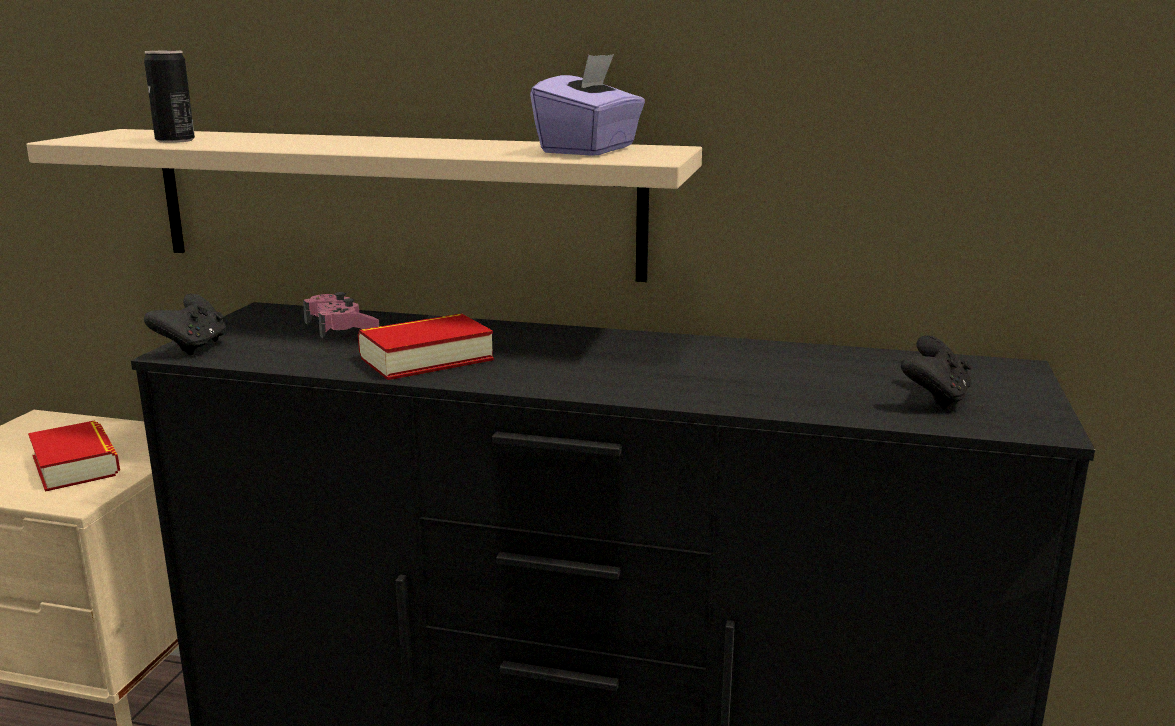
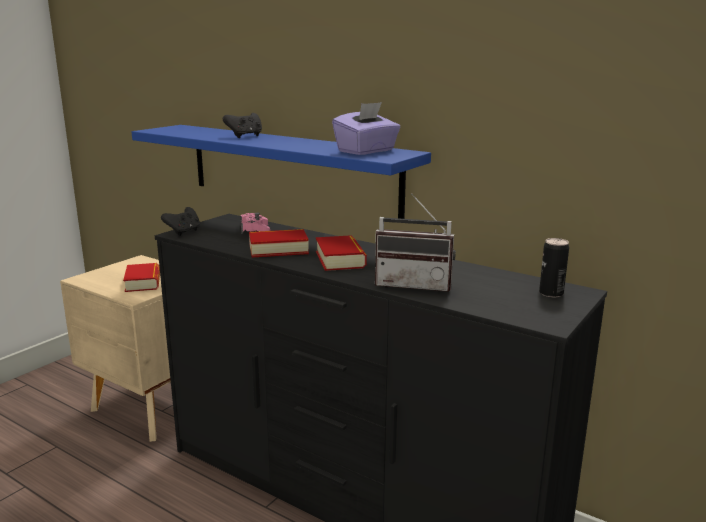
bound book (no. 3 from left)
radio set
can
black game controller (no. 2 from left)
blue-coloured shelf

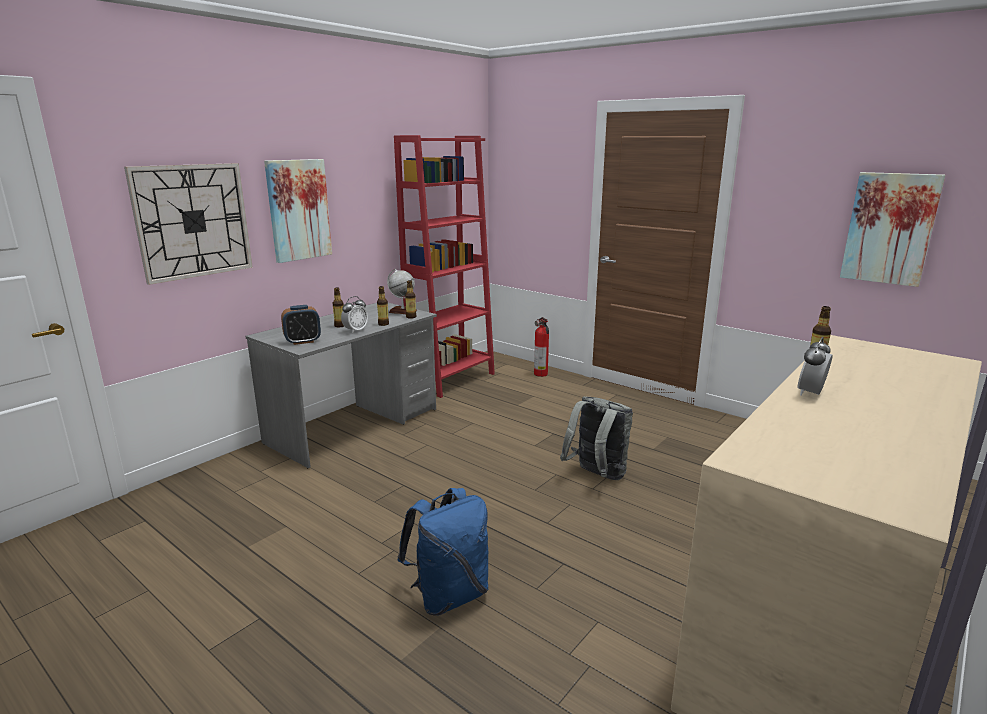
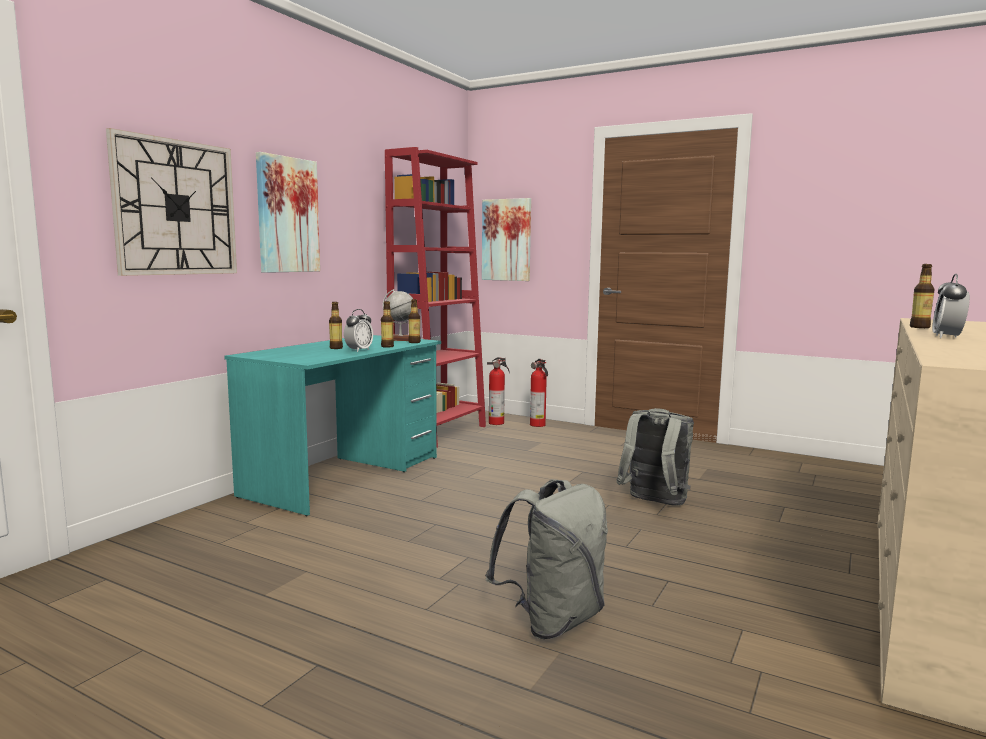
alarm clock (no. 1 from left in the first image)
fire extinguisher (no. 1 from left)
picture (no. 2 from left)
turquoise-coloured desk unit
gray knapsack (no. 1 from left)

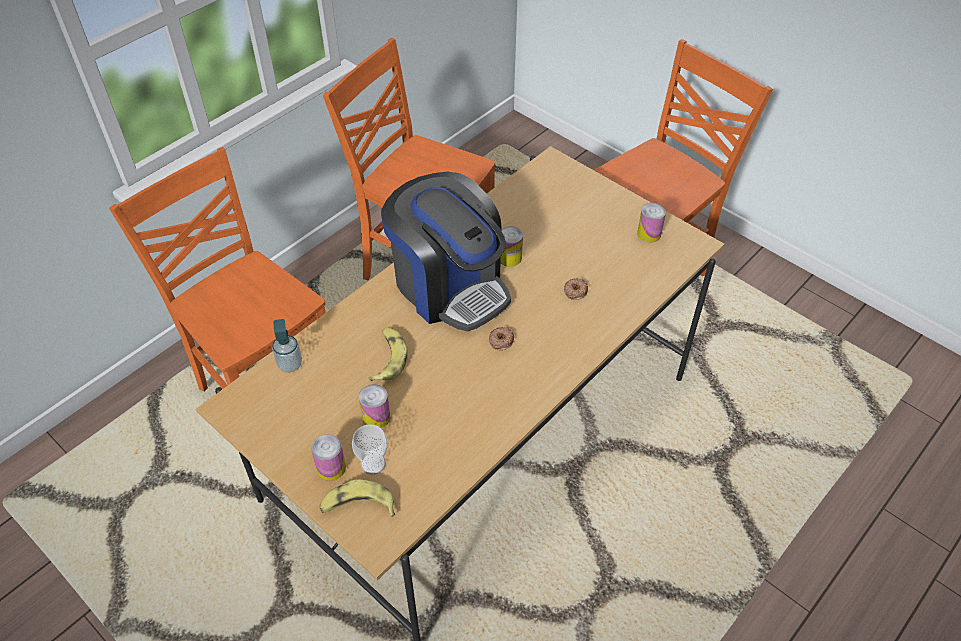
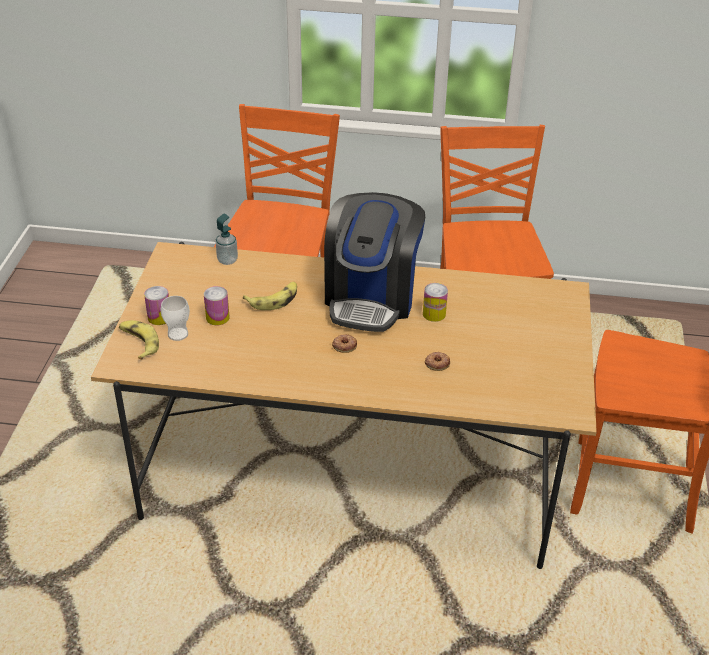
can (no. 4 from left in the first image)

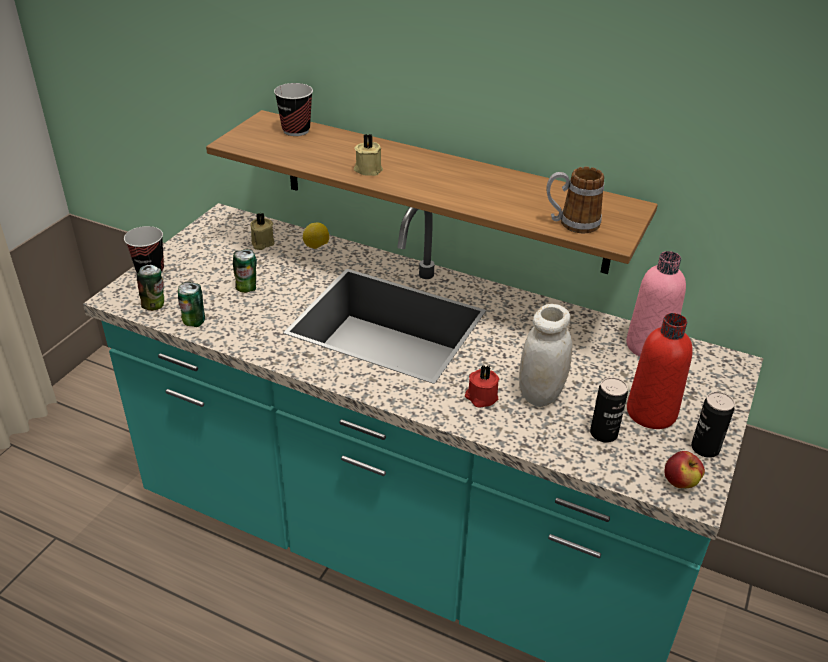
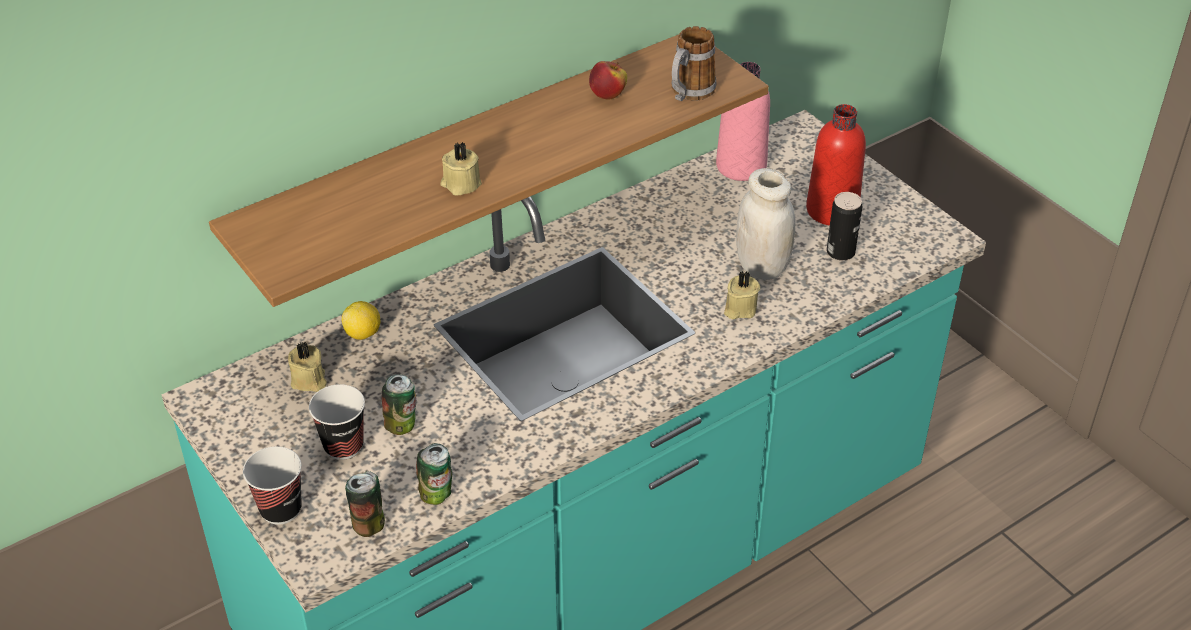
can (no. 5 from left in the first image)
drinking cup (no. 2 from left)
apple
beige-coloured candle (no. 3 from left)

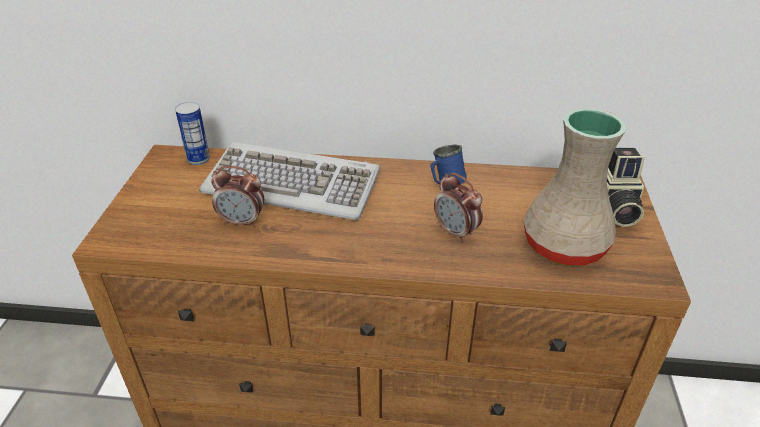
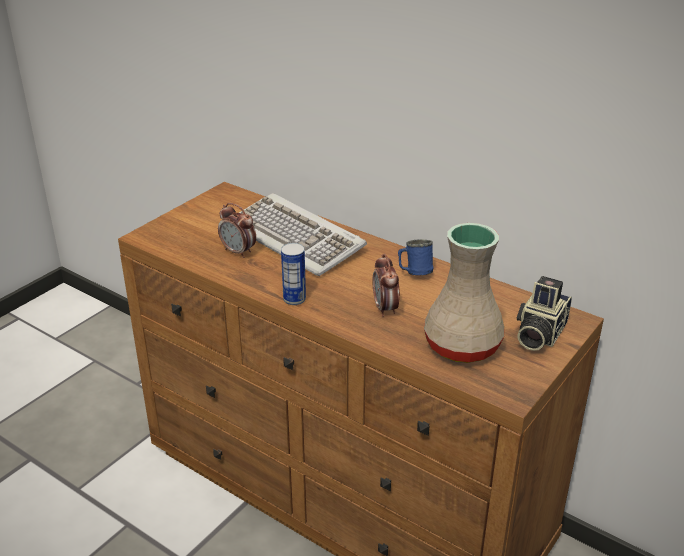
can

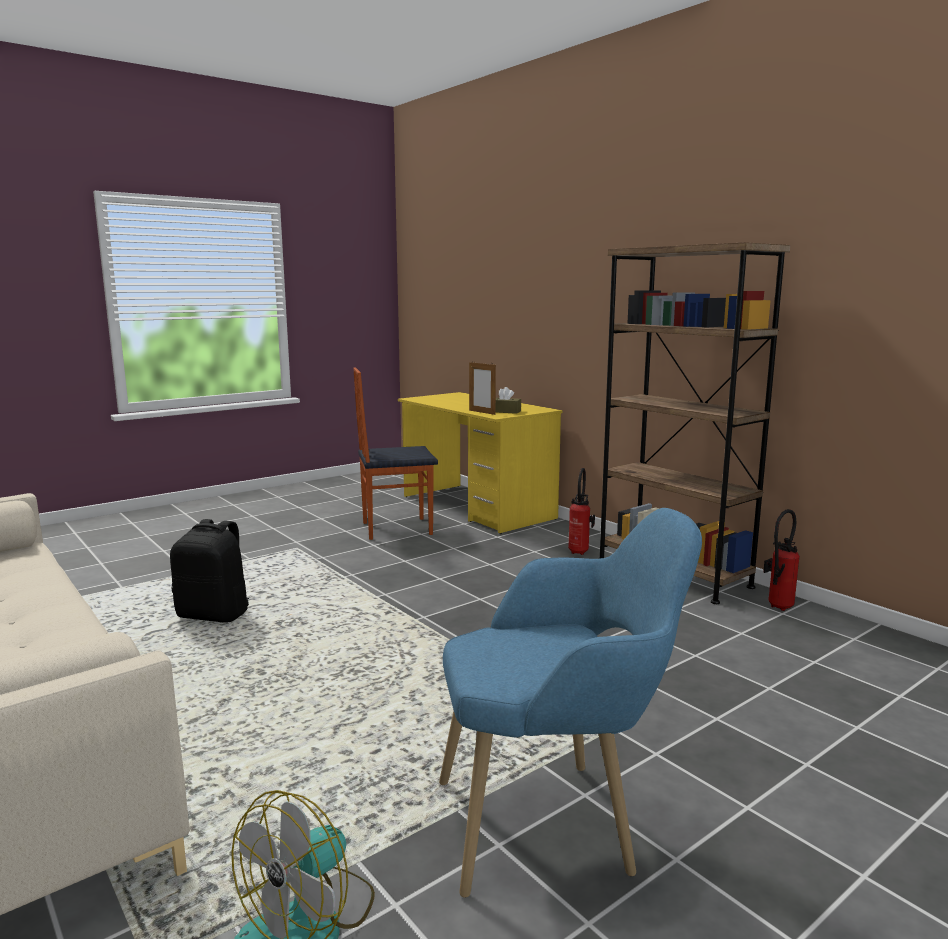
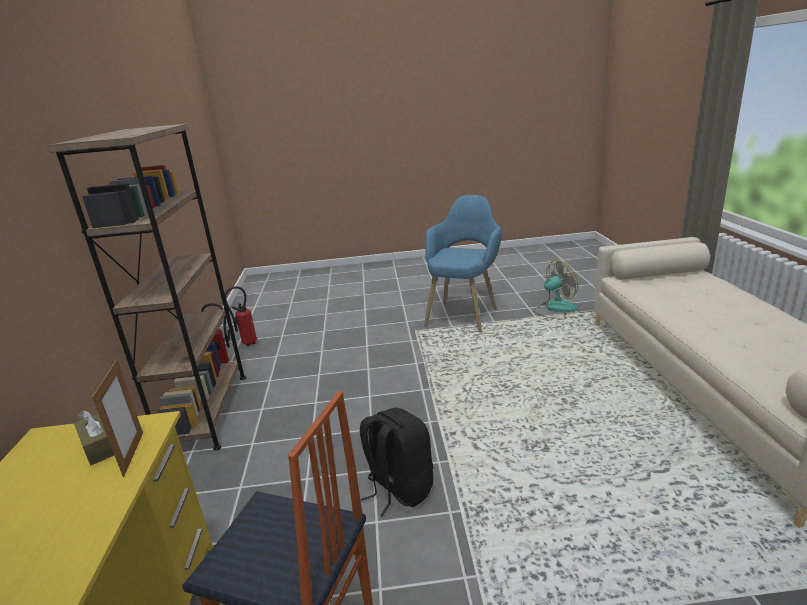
black knapsack
fire extinguisher (no. 2 from left)
blue-coloured armchair

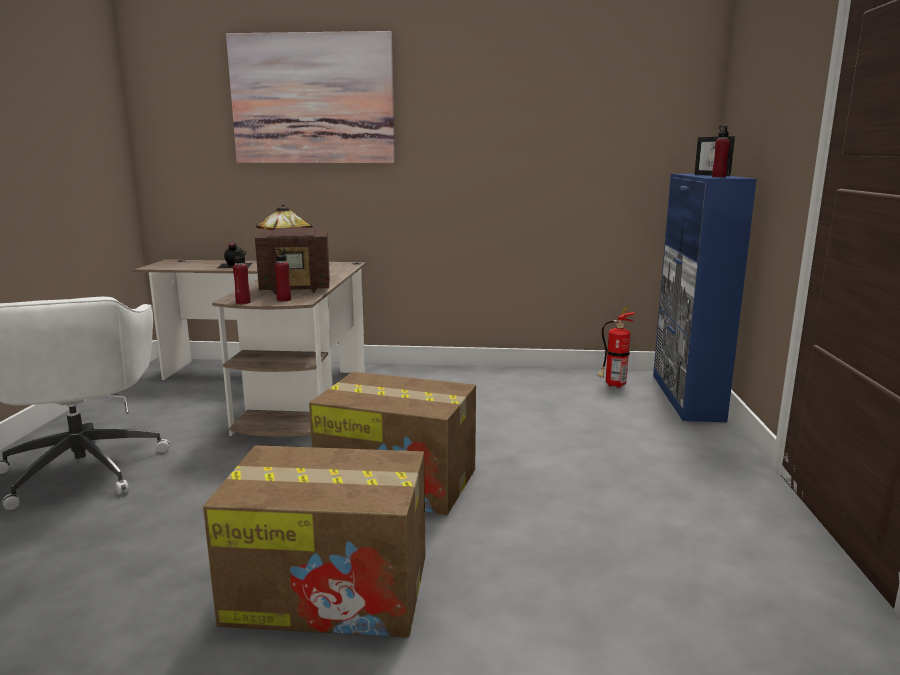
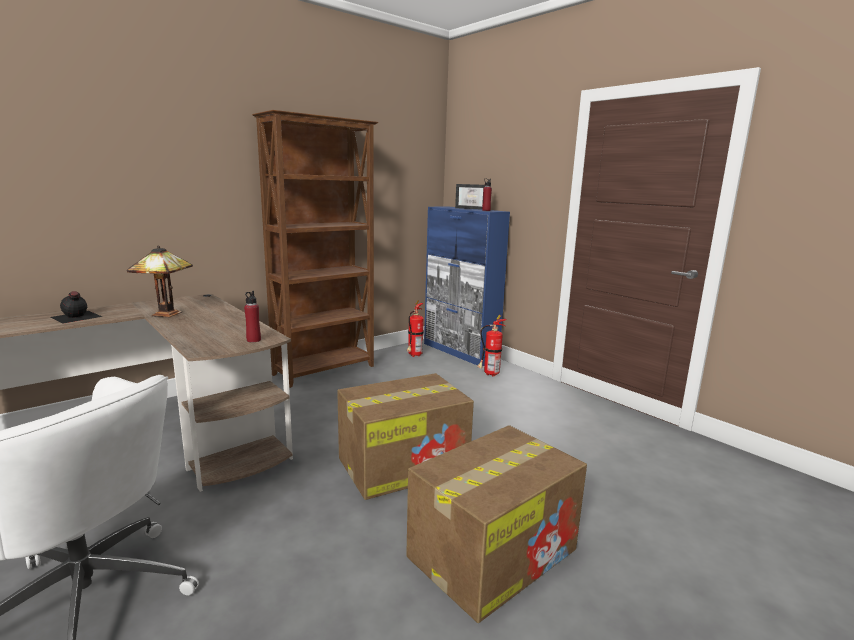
picture
red-coloured beverage bottle (no. 1 from left in the first image)
radio set
brown bookshelf
fire extinguisher (no. 2 from left)

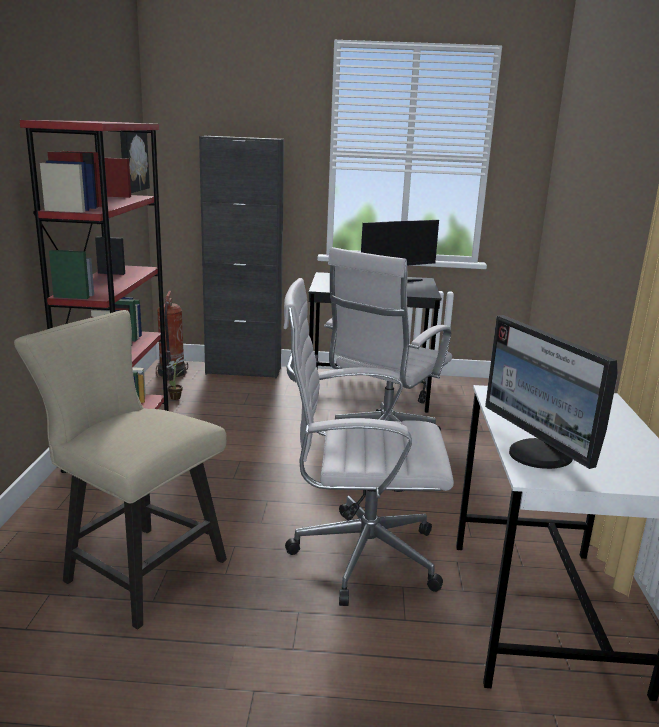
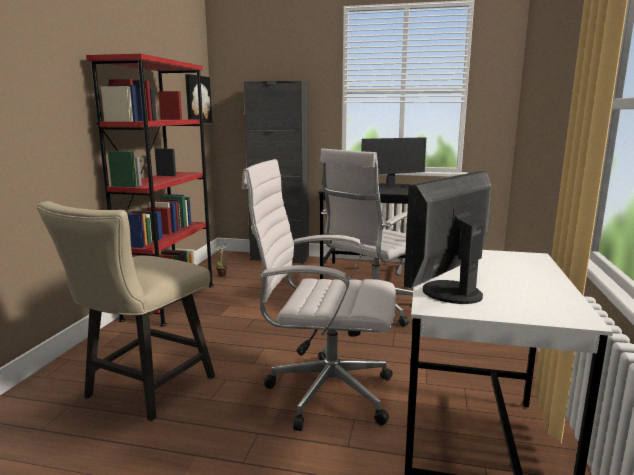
fire extinguisher
beige-coloured plain chair
computer display (no. 2 from left)

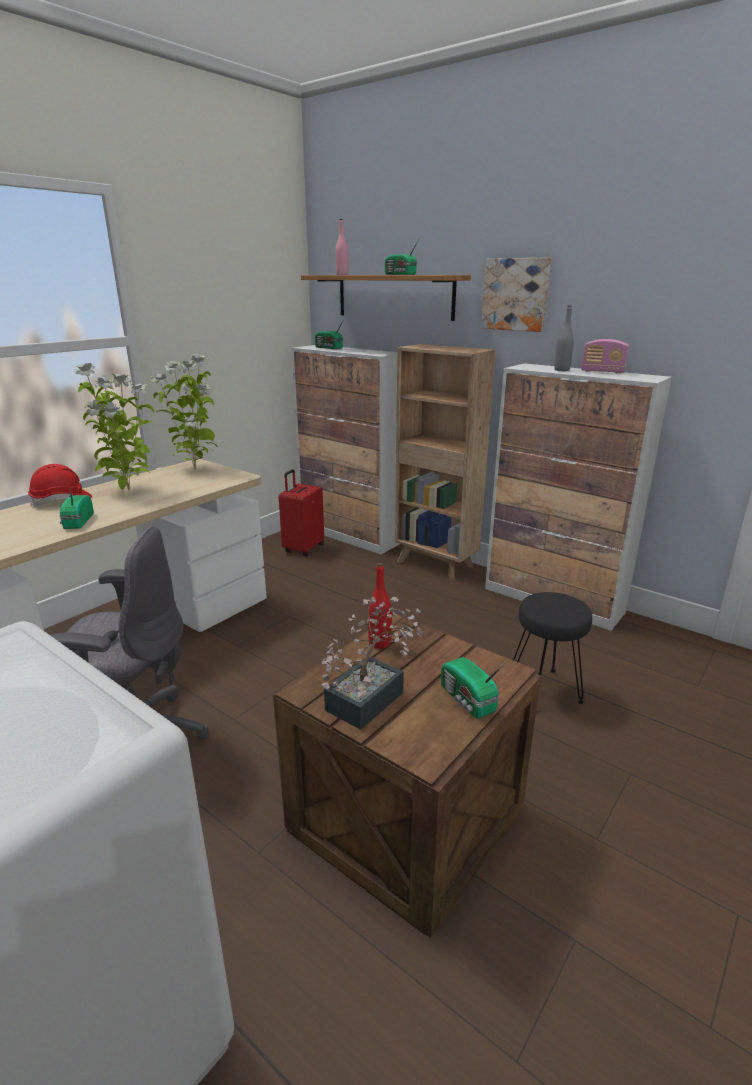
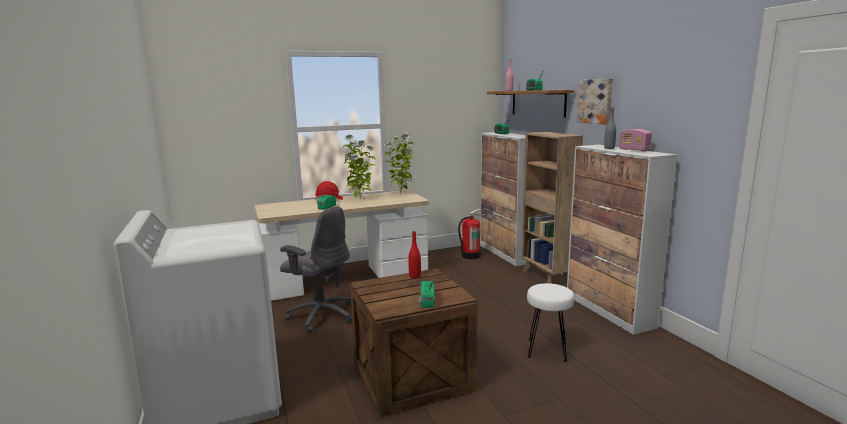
potted plant (no. 3 from left in the first image)
fire extinguisher
whitish stool seat

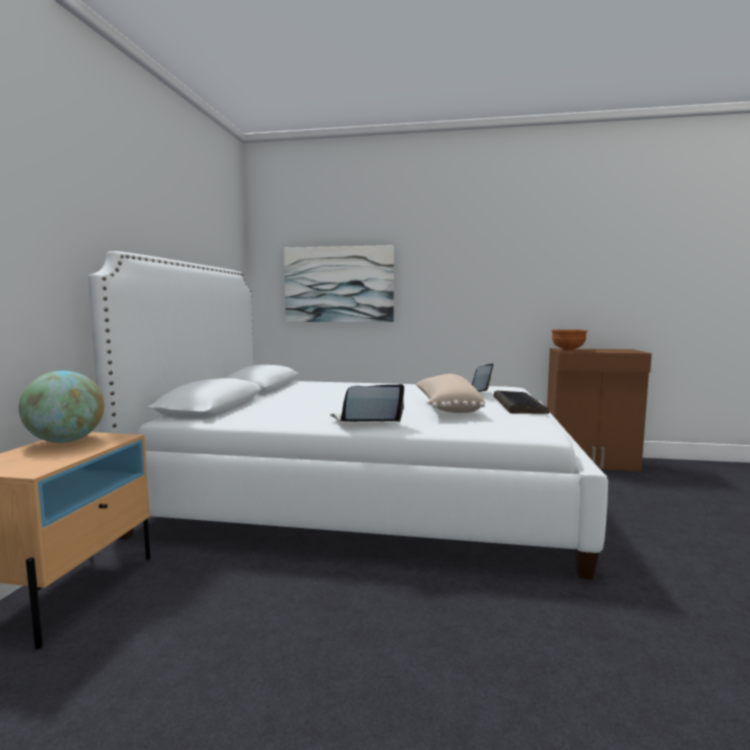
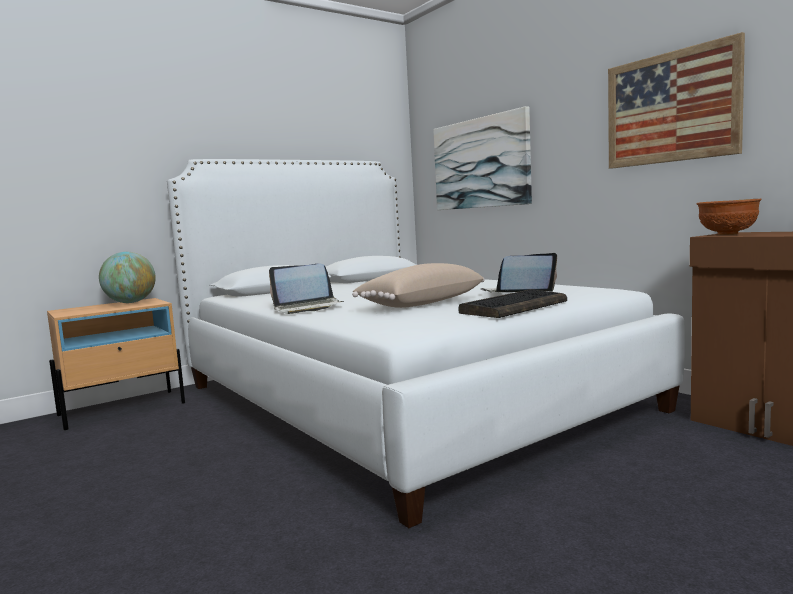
picture (no. 2 from left)
laptop (no. 1 from left)

